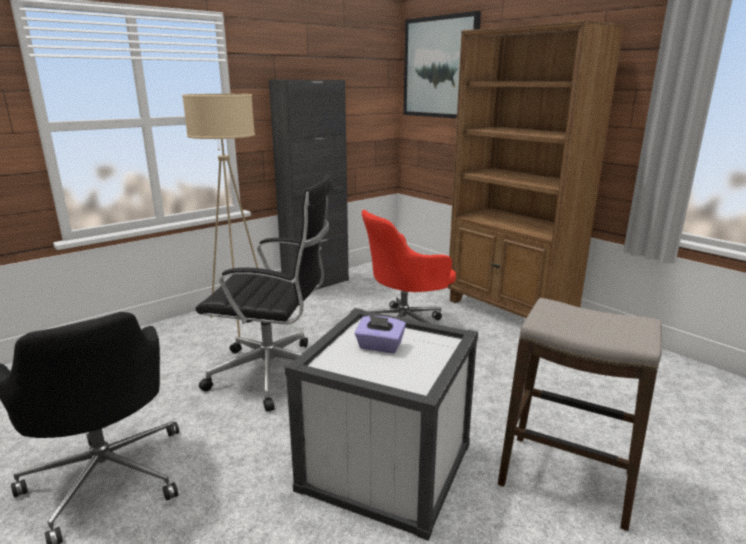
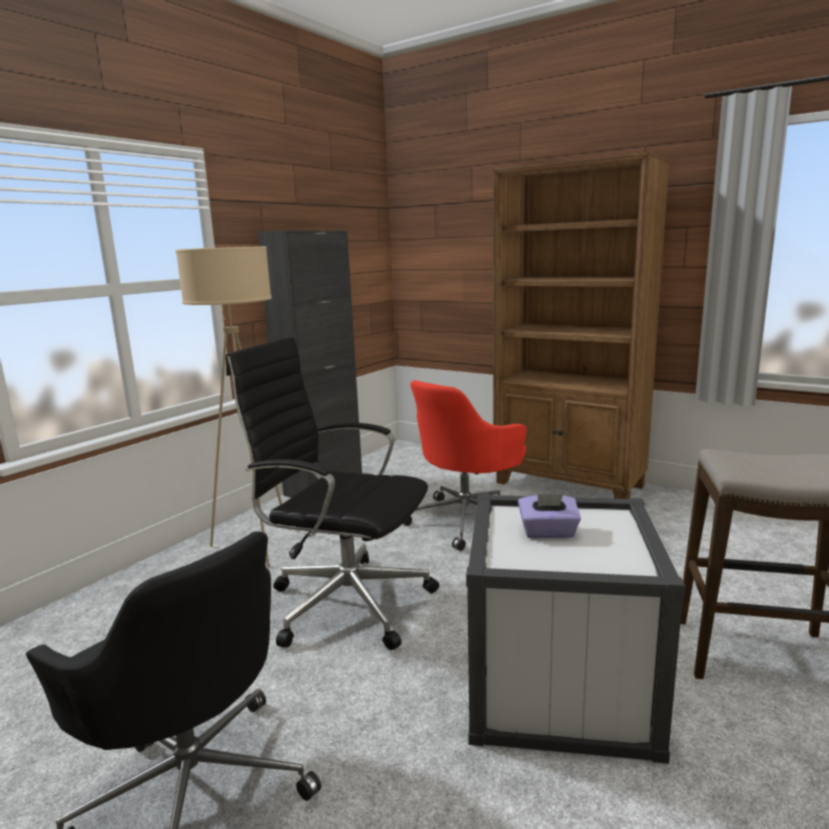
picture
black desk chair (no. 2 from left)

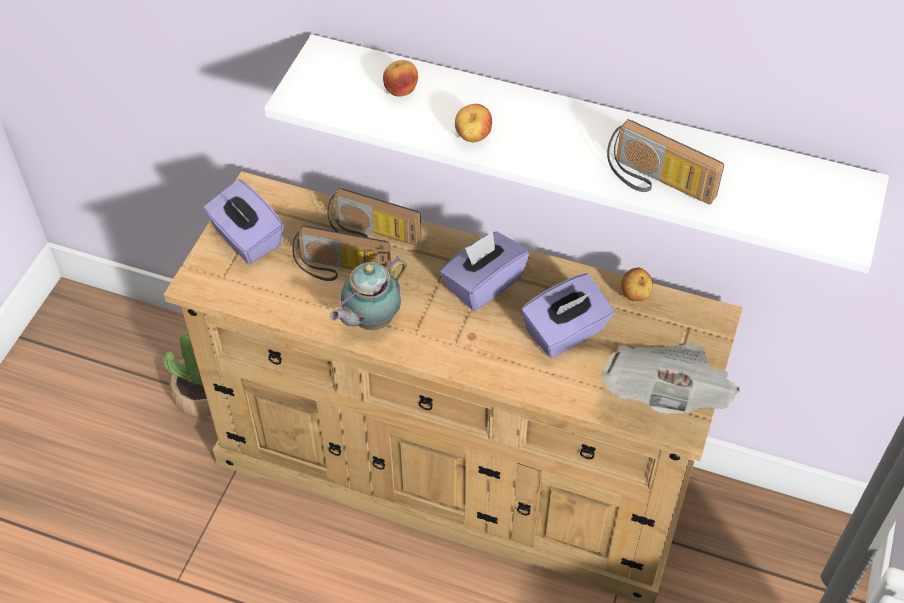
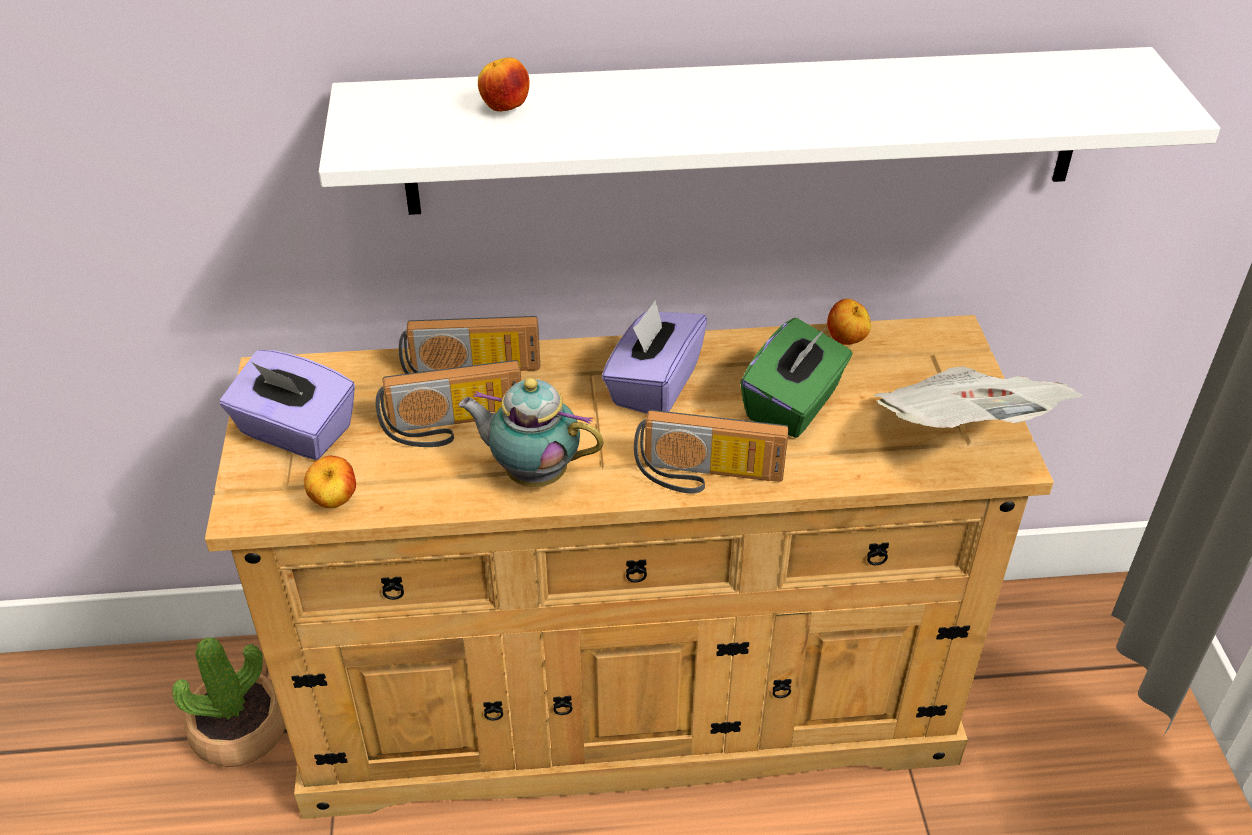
apple (no. 1 from left)
radio set (no. 3 from left)
green box of tissues
teapot

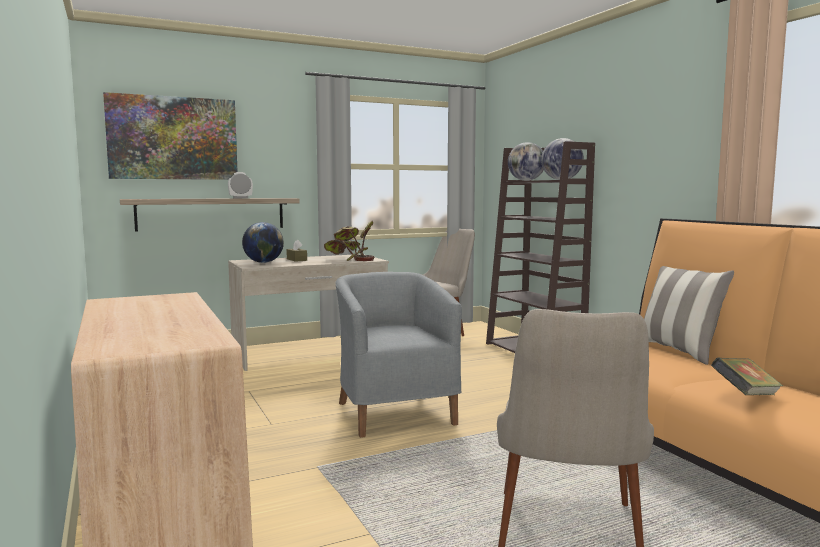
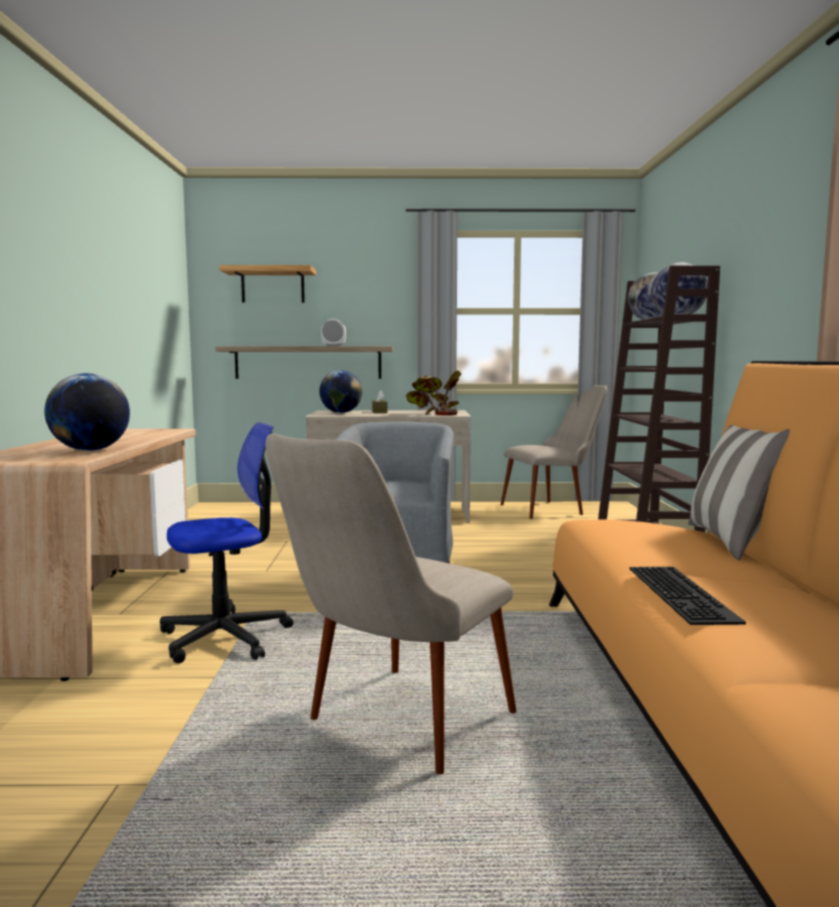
desk globe (no. 1 from left)
desk chair
shelf (no. 1 from left)
PC keyboard

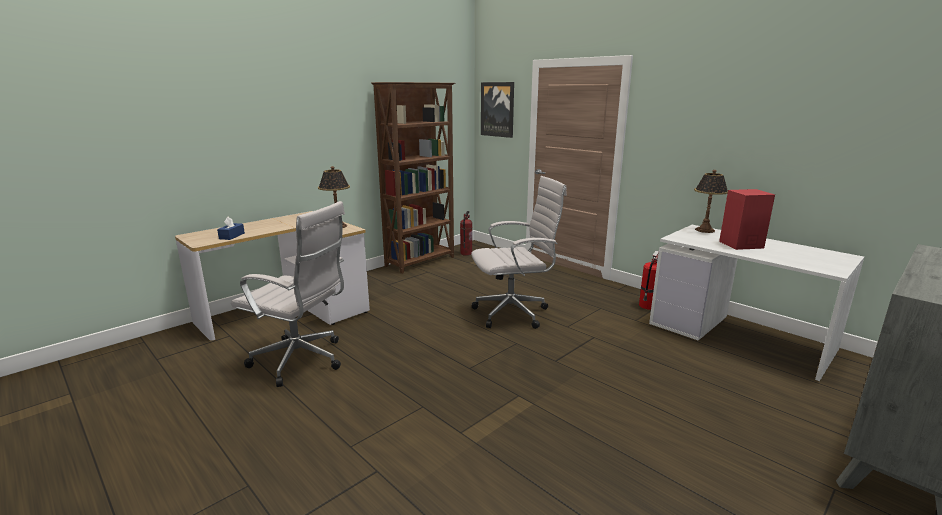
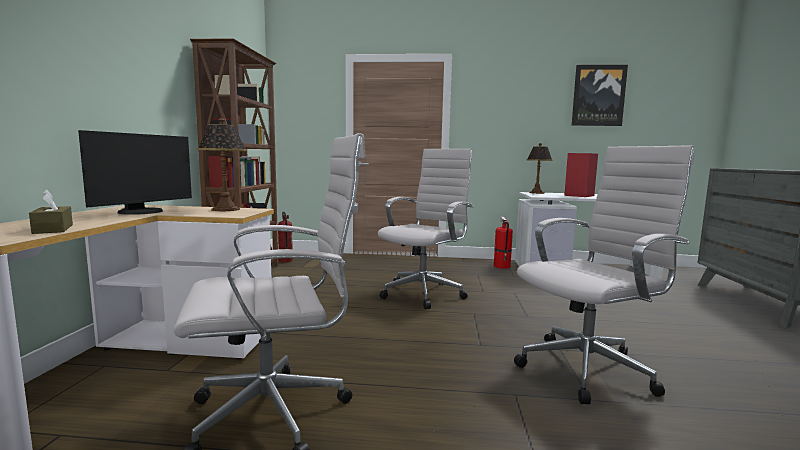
computer display
whitish desk chair (no. 3 from left)
picture
brown box of tissues

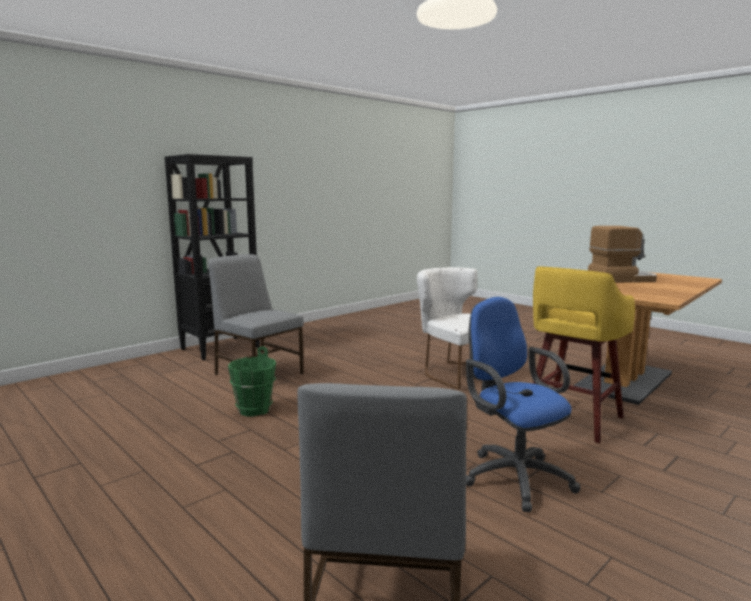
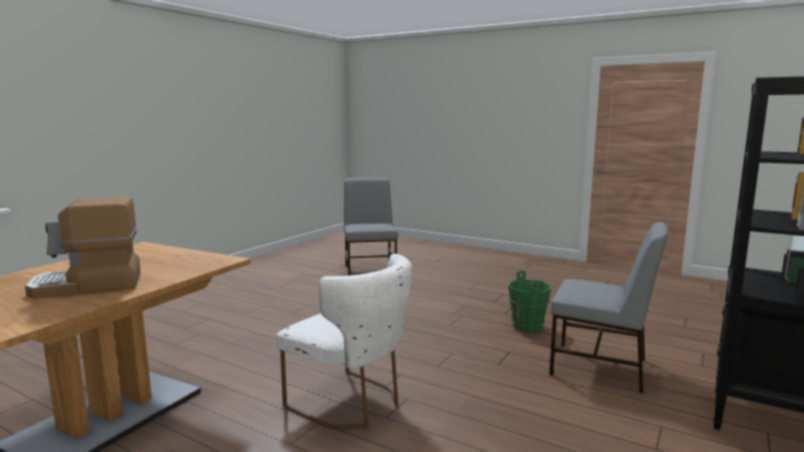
blue-coloured desk chair
yellow stool seat

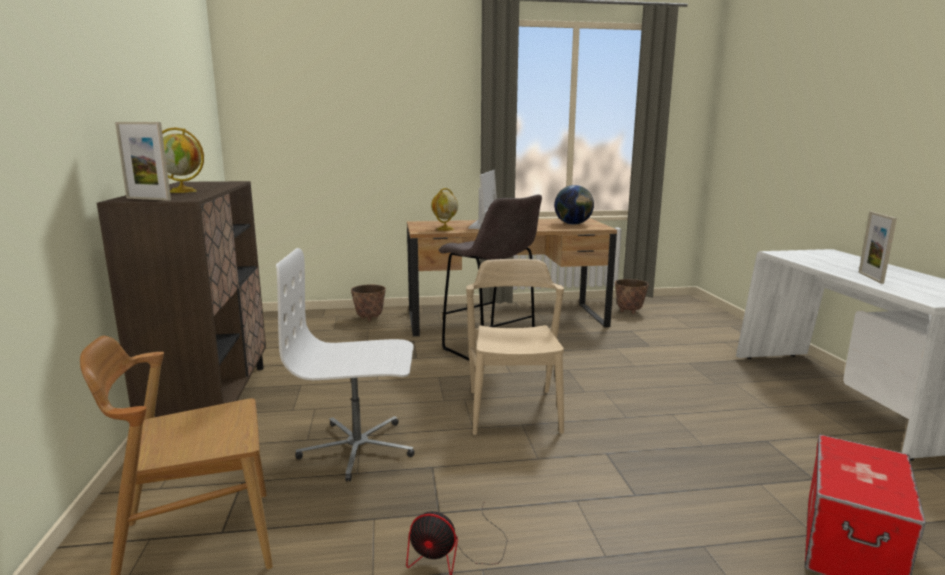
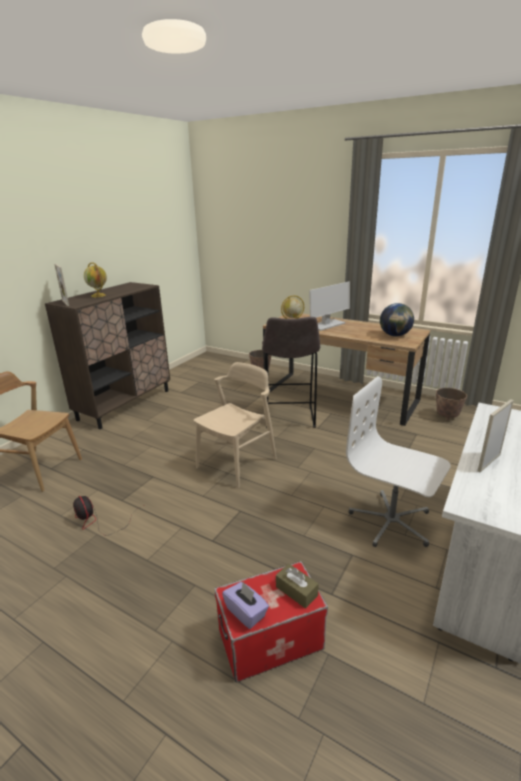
purple-coloured box of tissues
brown box of tissues
whitish desk chair

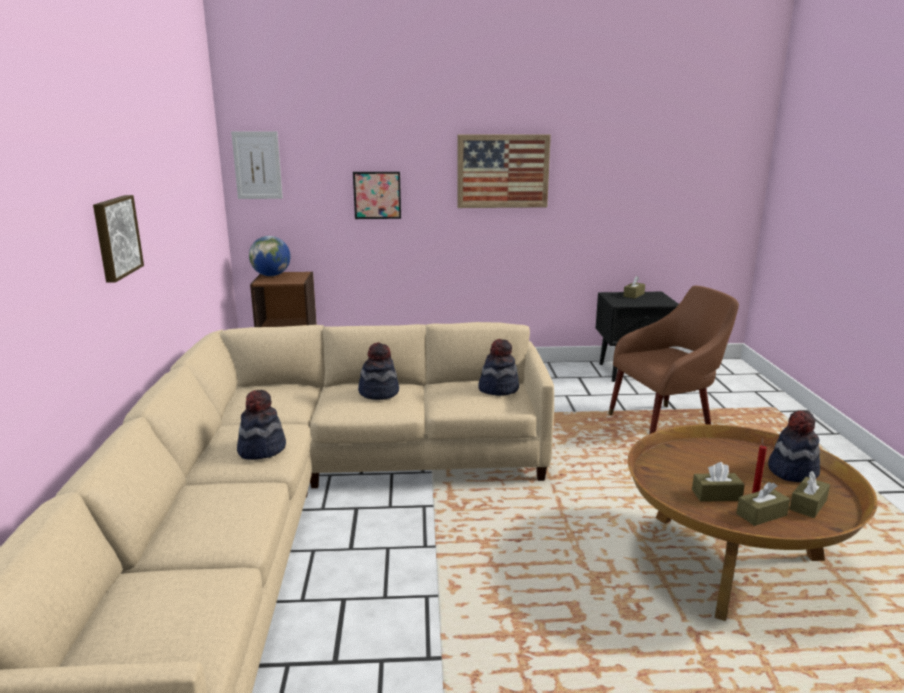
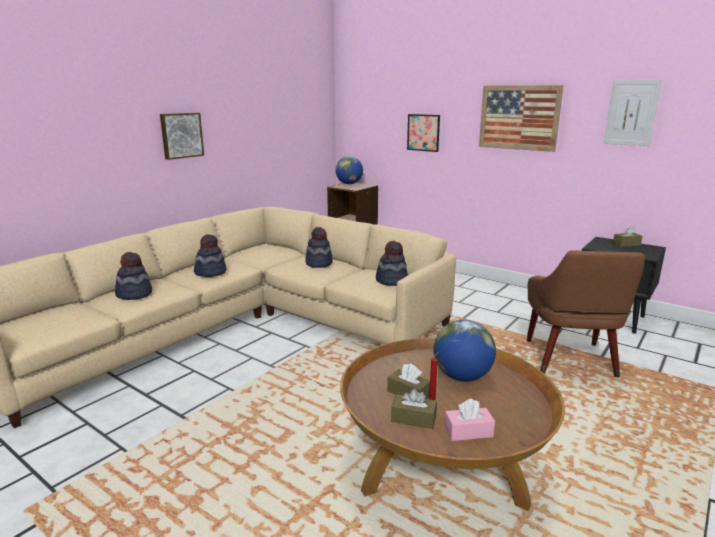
desk globe (no. 2 from left)
picture (no. 4 from left)
wearable hat (no. 1 from left)
pink-coloured box of tissues
brown armchair

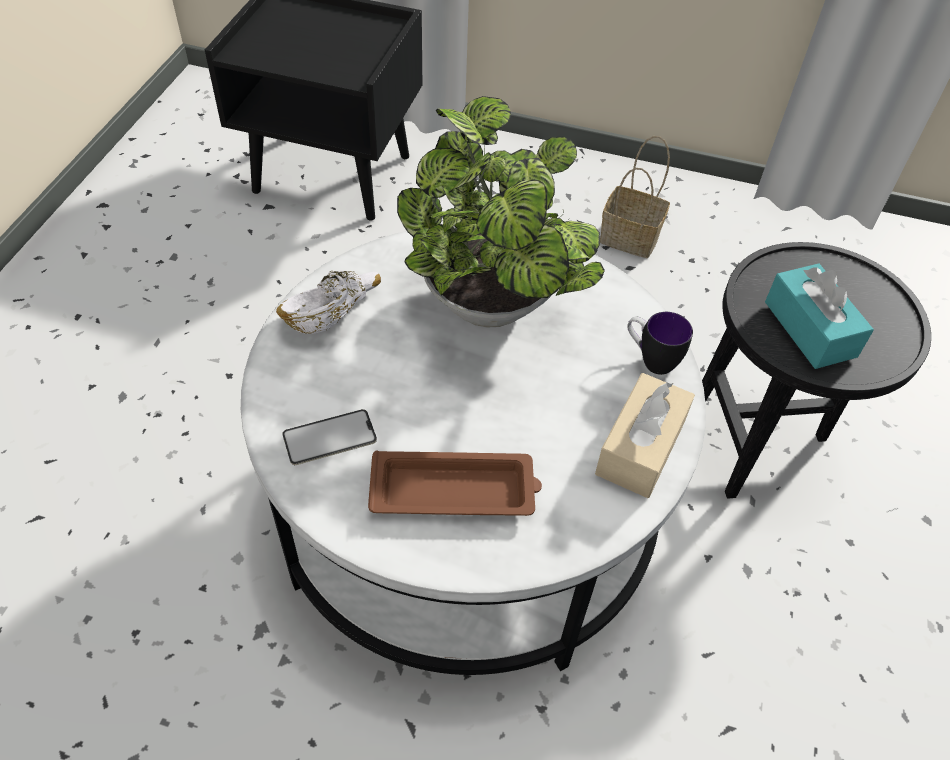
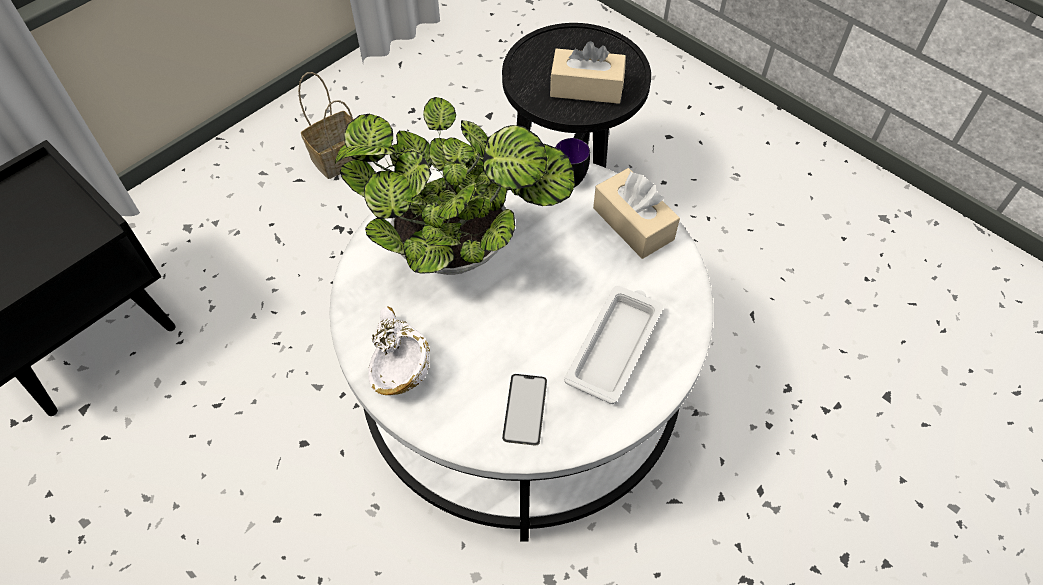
whitish tray
beige-coloured box of tissues (no. 1 from left)

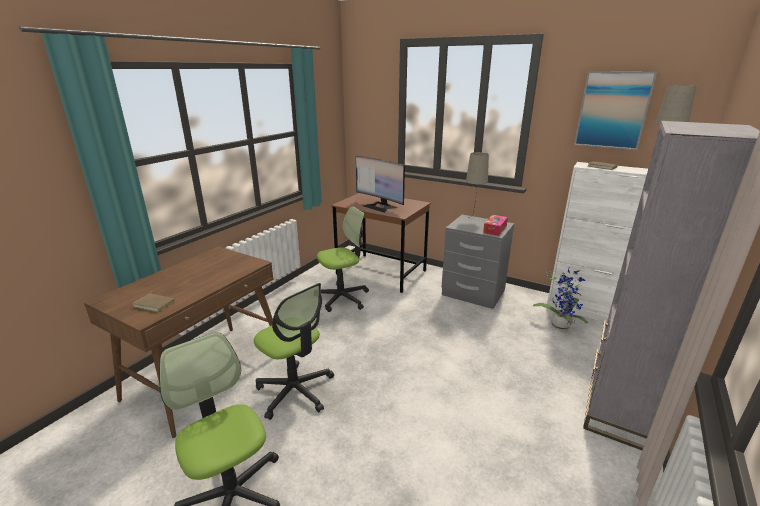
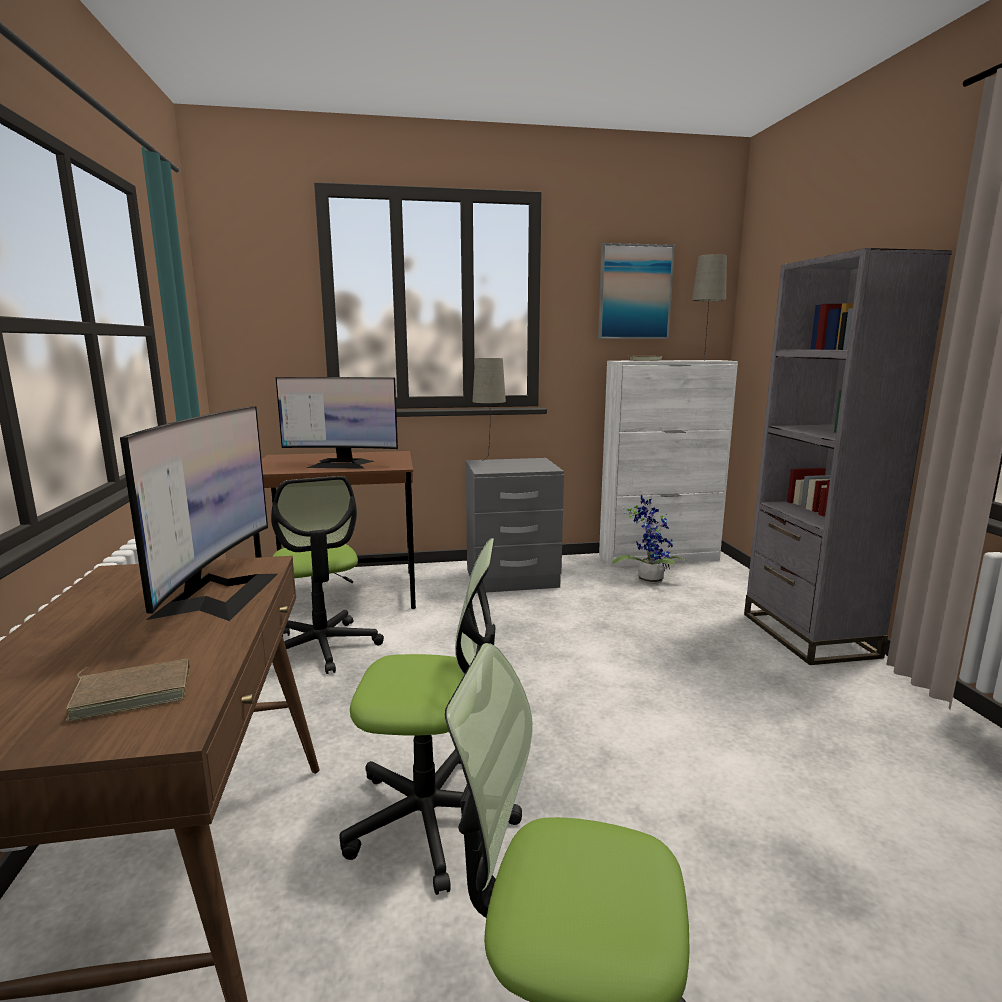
box of tissues
computer display (no. 1 from left)
desk chair (no. 1 from left)

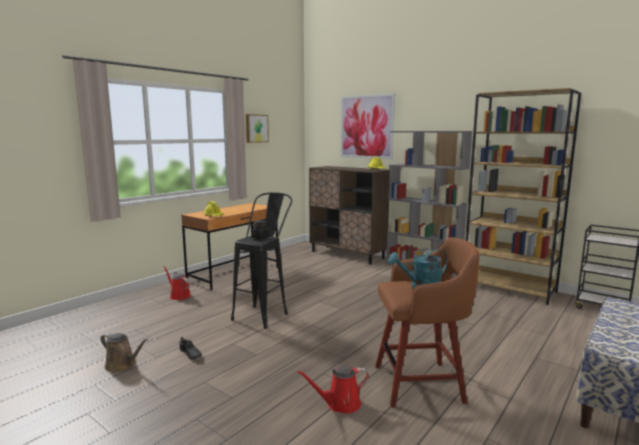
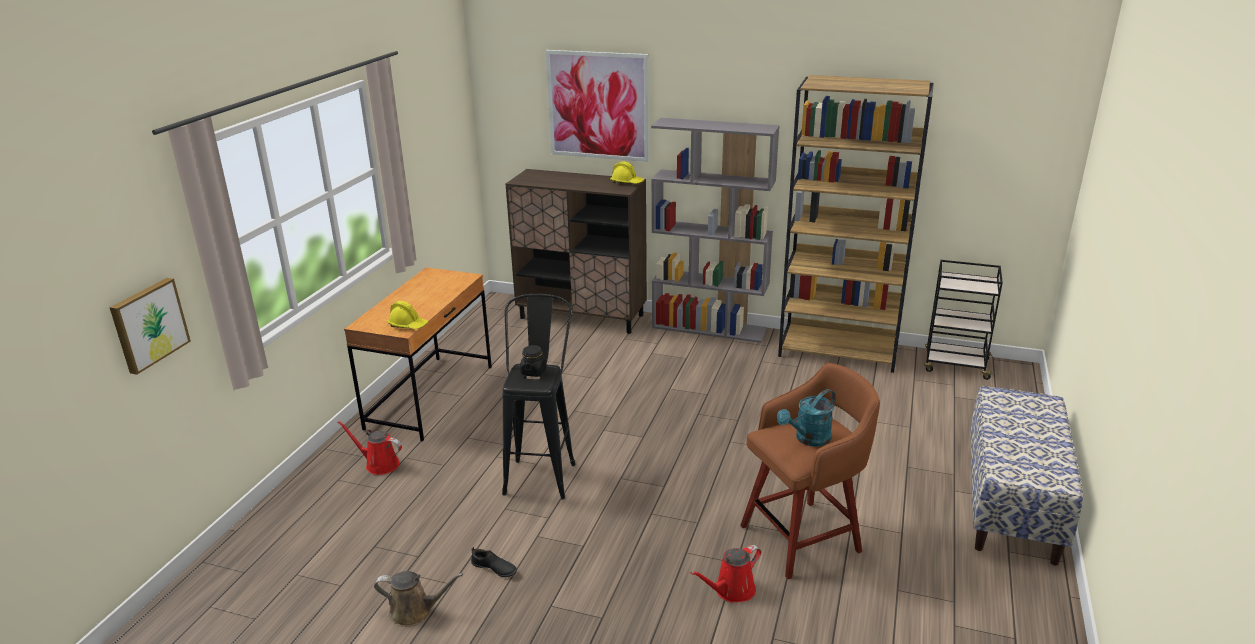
picture (no. 1 from left)

